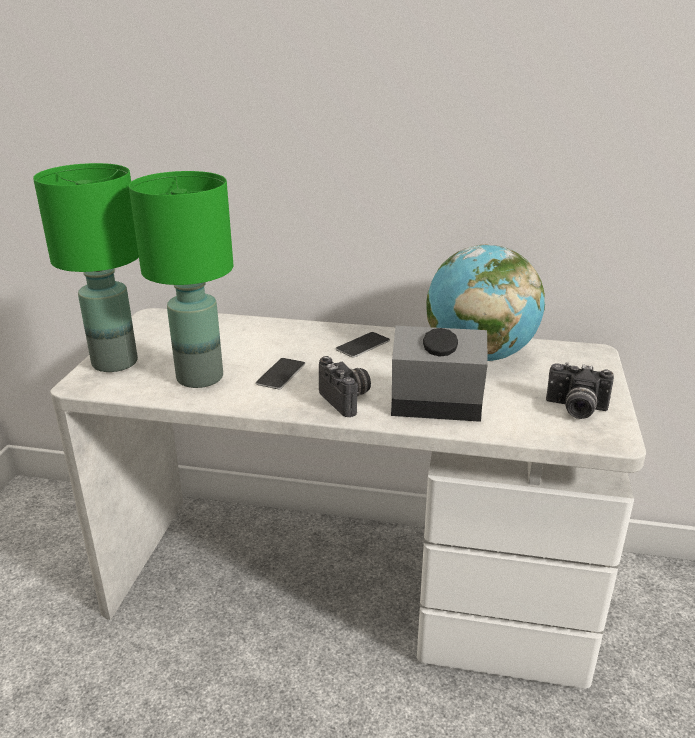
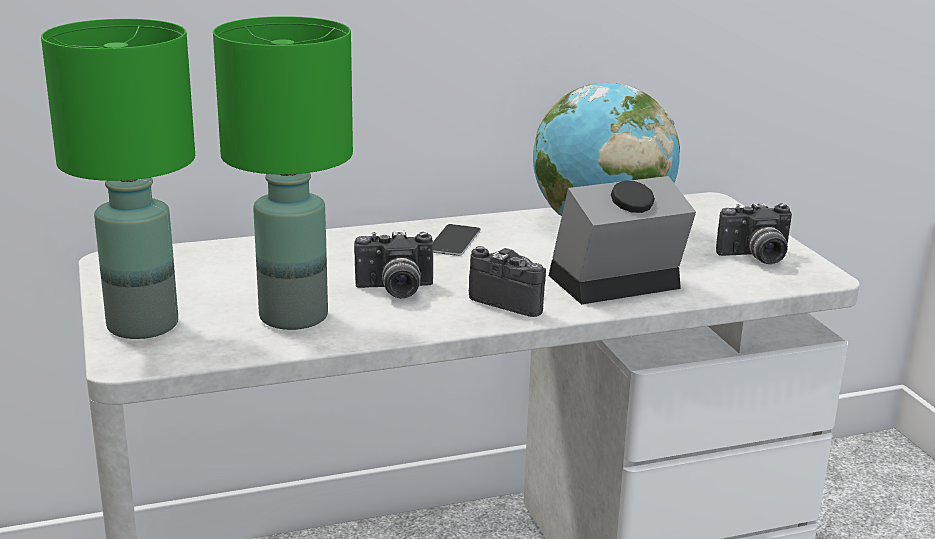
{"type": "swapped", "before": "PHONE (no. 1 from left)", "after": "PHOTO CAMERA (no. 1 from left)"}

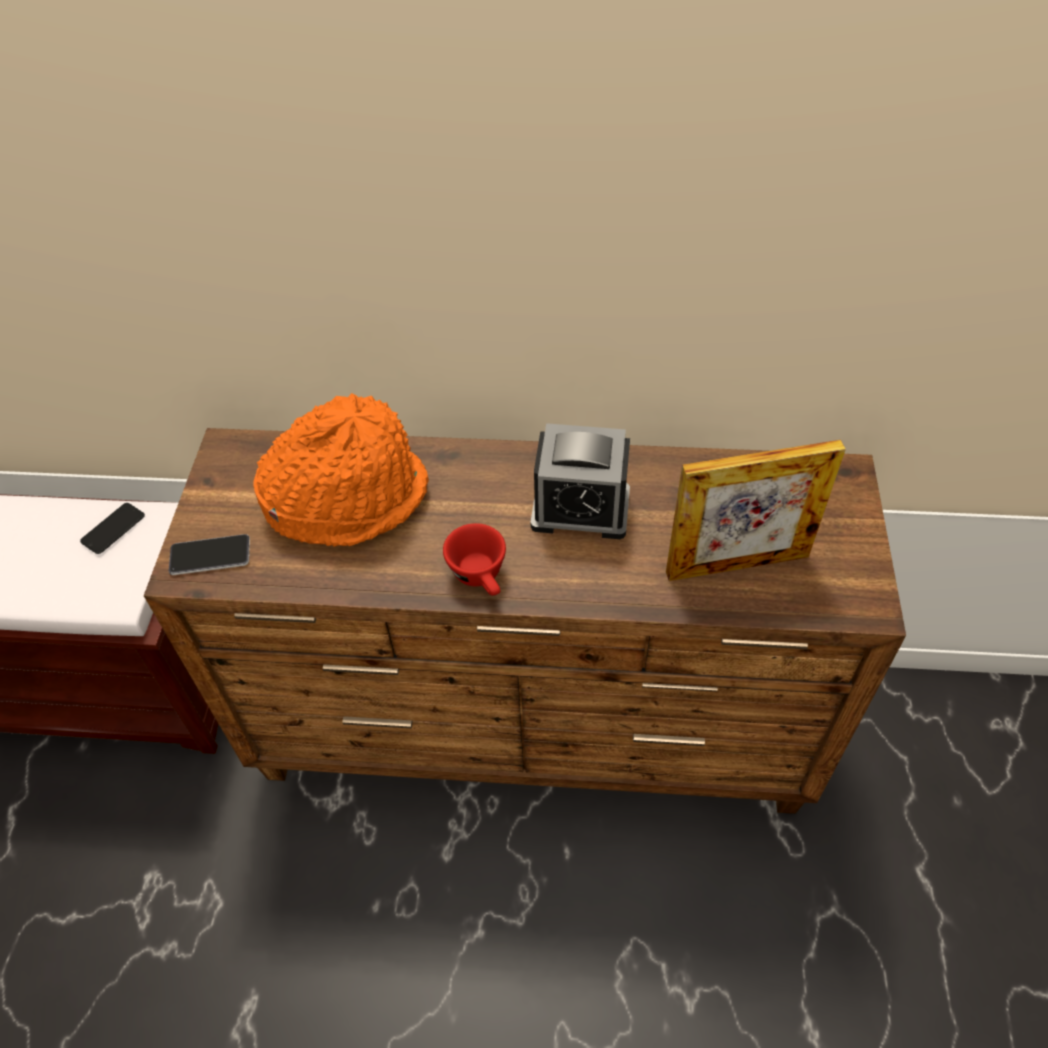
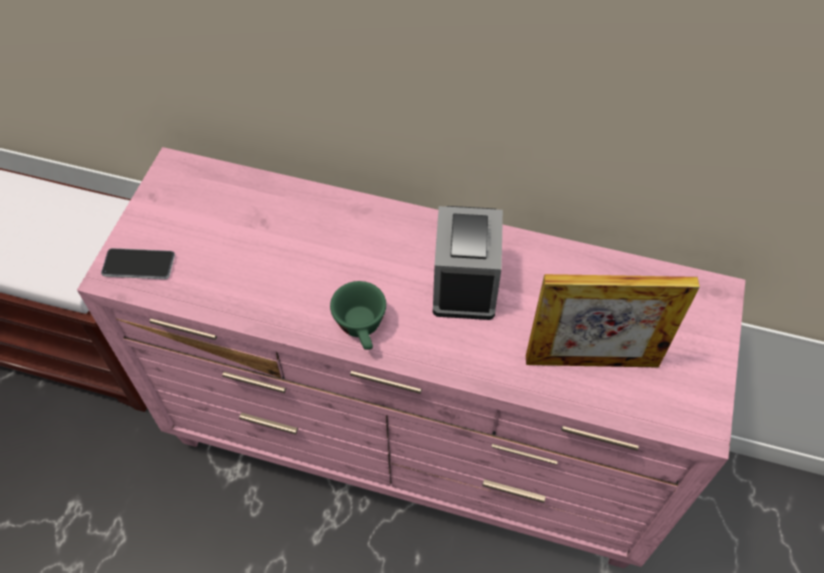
{"type": "repainted", "before": "BROWN DRESSER", "after": "PINK DRESSER"}
{"type": "repainted", "before": "RED CUP", "after": "GREEN CUP"}
{"type": "rotated", "before": "ALARM CLOCK", "turn": 75}
{"type": "gone", "before": "PHONE (no. 1 from left)"}
{"type": "gone", "before": "ORANGE HAT"}

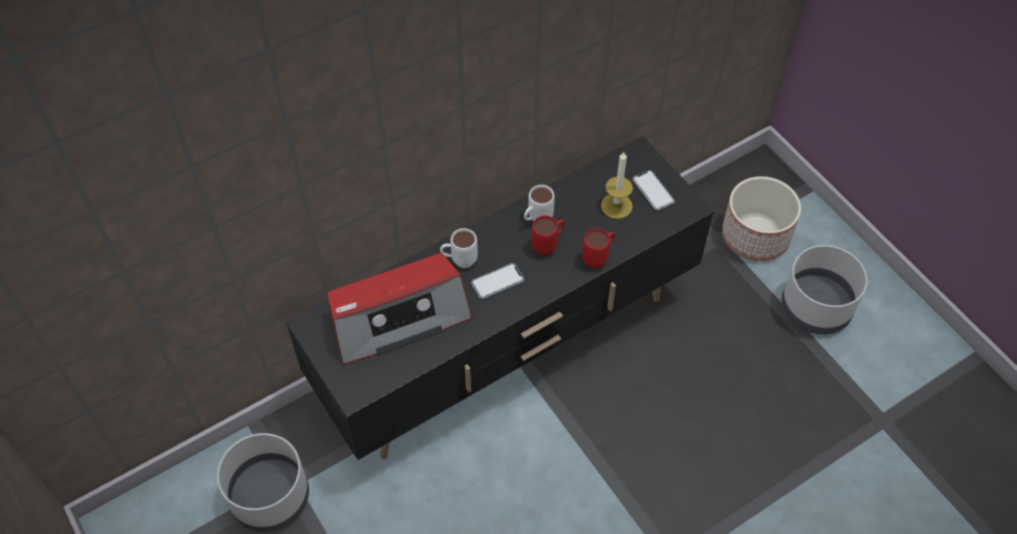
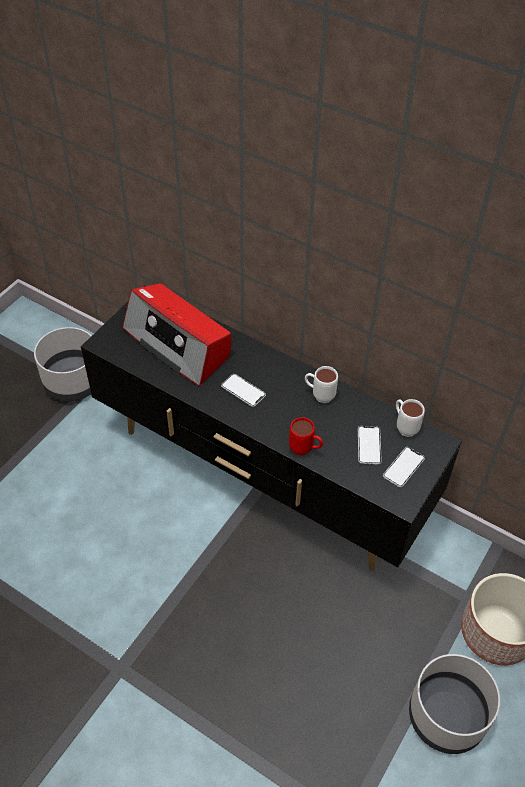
{"type": "swapped", "before": "CANDLE", "after": "PHONE (no. 2 from left)"}
{"type": "shifted", "before": "WHITE MUG (no. 1 from left in the first image)", "after": "WHITE MUG (no. 2 from left)"}
{"type": "gone", "before": "RED MUG (no. 1 from left)"}

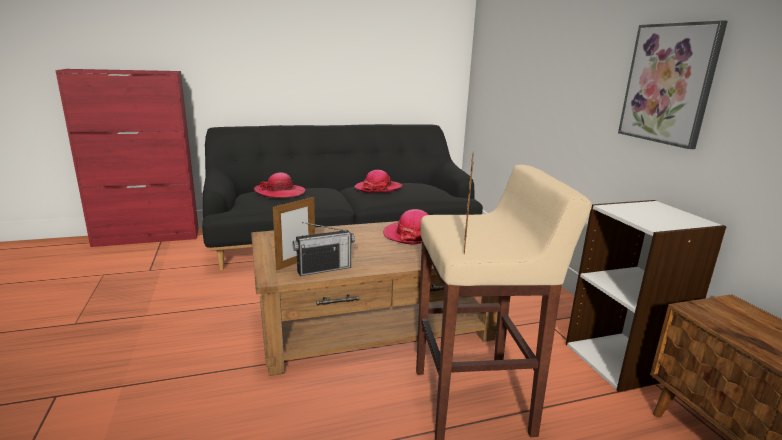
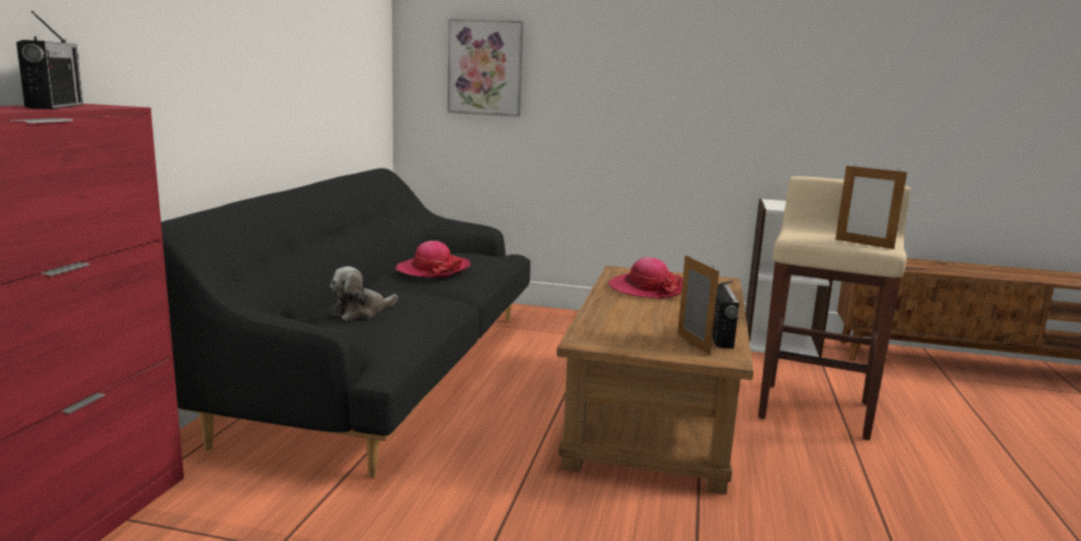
{"type": "new", "after": "RADIO (no. 1 from left)"}
{"type": "swapped", "before": "HAT (no. 1 from left)", "after": "PLUSH TOY"}
{"type": "shifted", "before": "PICTURE"}

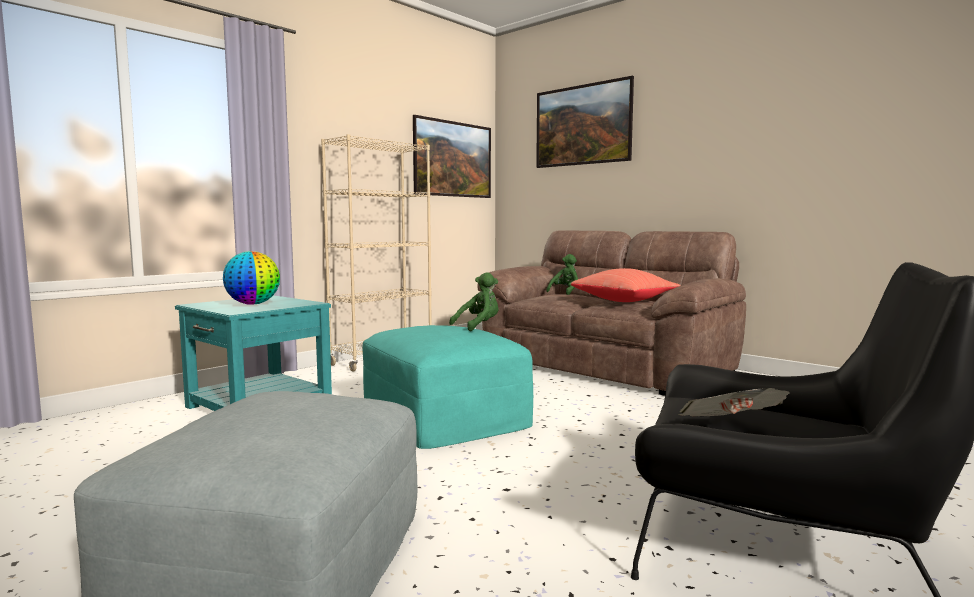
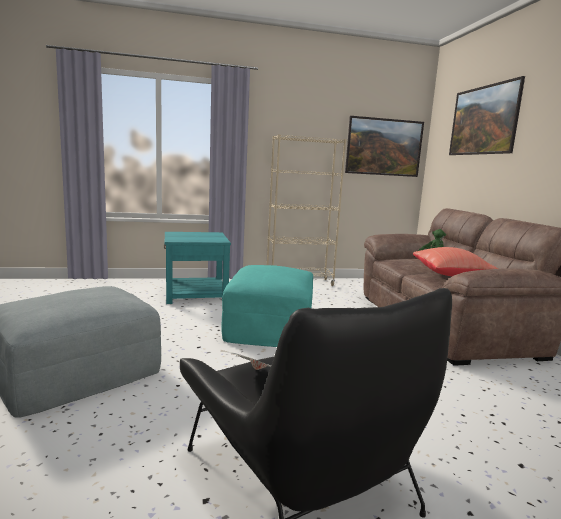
{"type": "gone", "before": "GLOBE"}
{"type": "gone", "before": "GREEN PLUSH TOY (no. 1 from left)"}

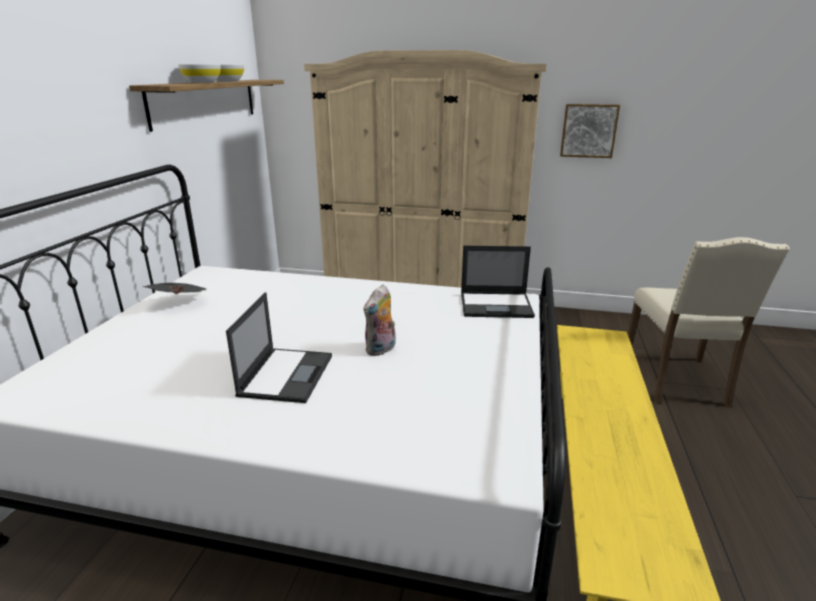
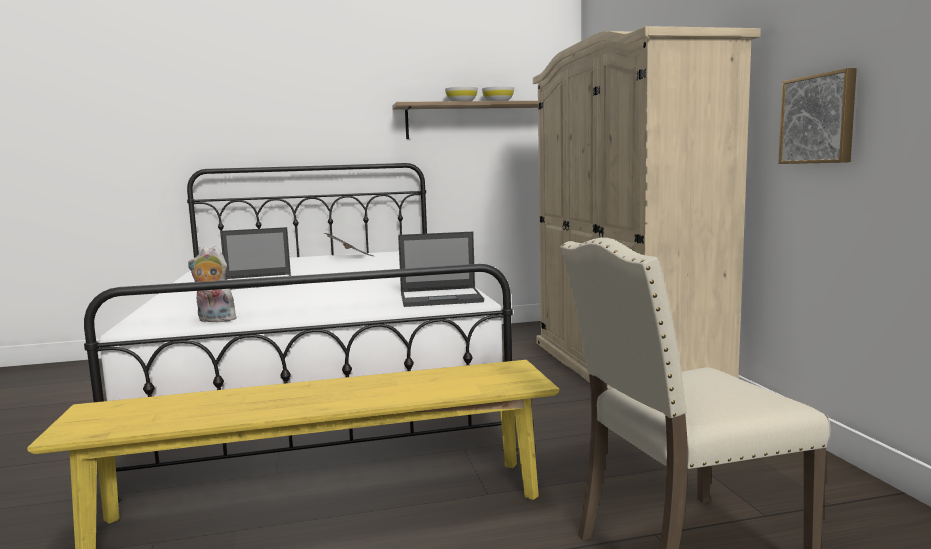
{"type": "shifted", "before": "PLUSH TOY"}
{"type": "rotated", "before": "LAPTOP (no. 2 from left)", "turn": -75}

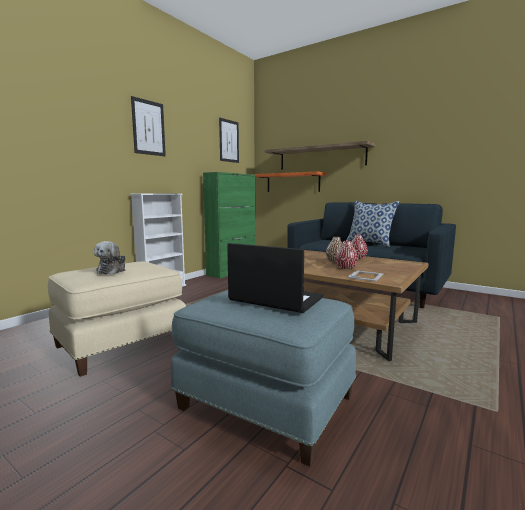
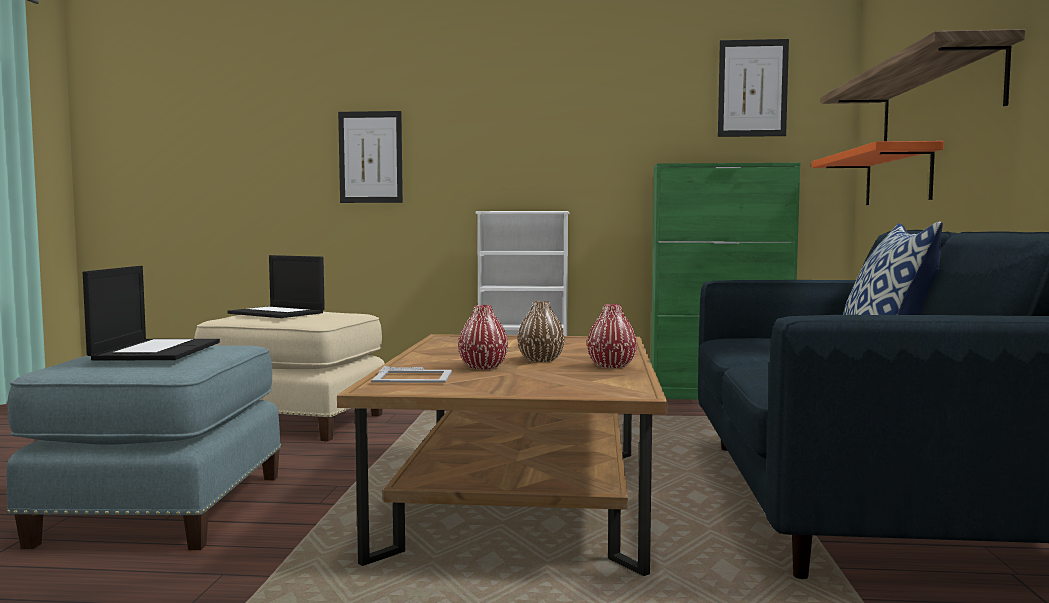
{"type": "swapped", "before": "PLUSH TOY", "after": "LAPTOP (no. 2 from left)"}
{"type": "shifted", "before": "PICTURE (no. 1 from left)"}

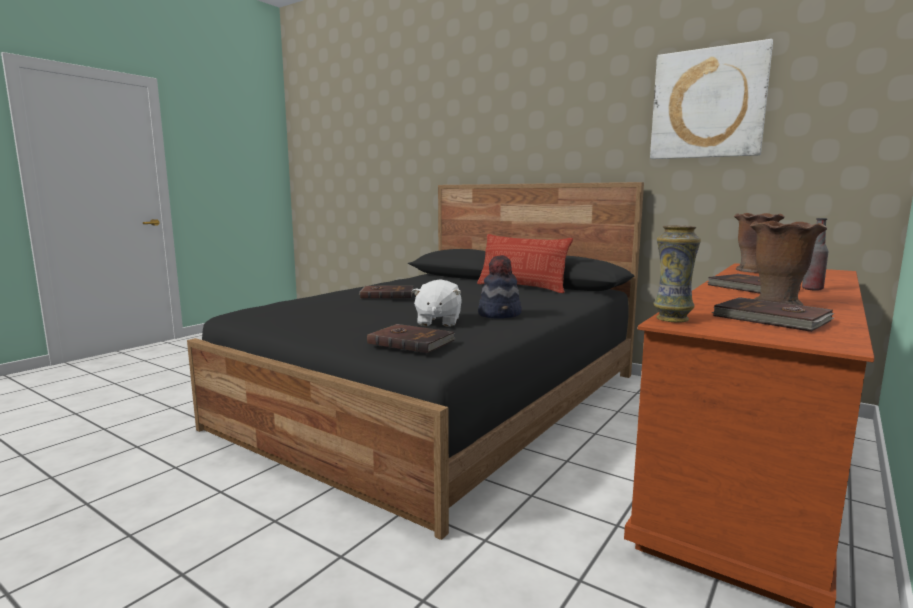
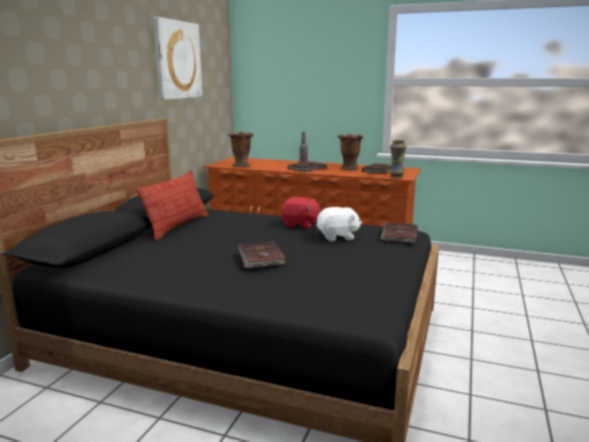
{"type": "swapped", "before": "HAT", "after": "RED PLUSH TOY"}

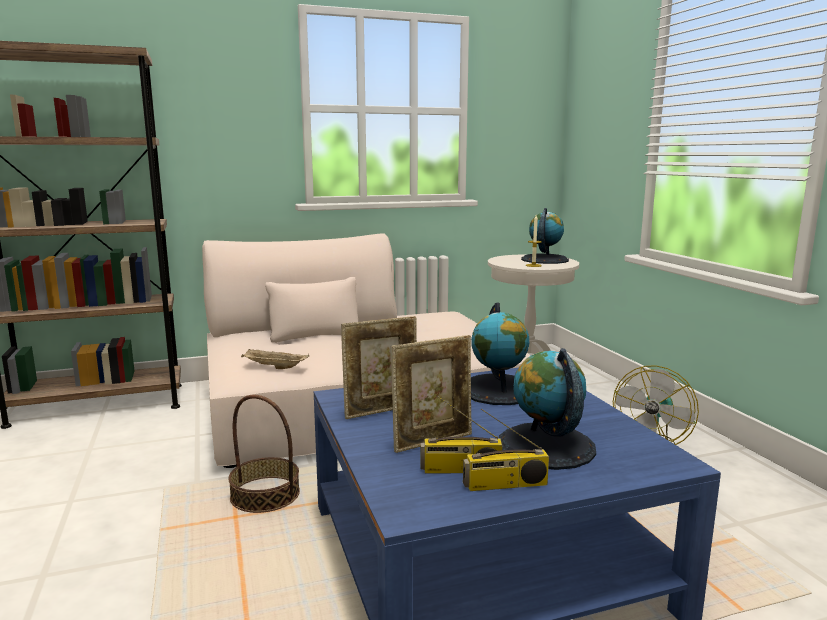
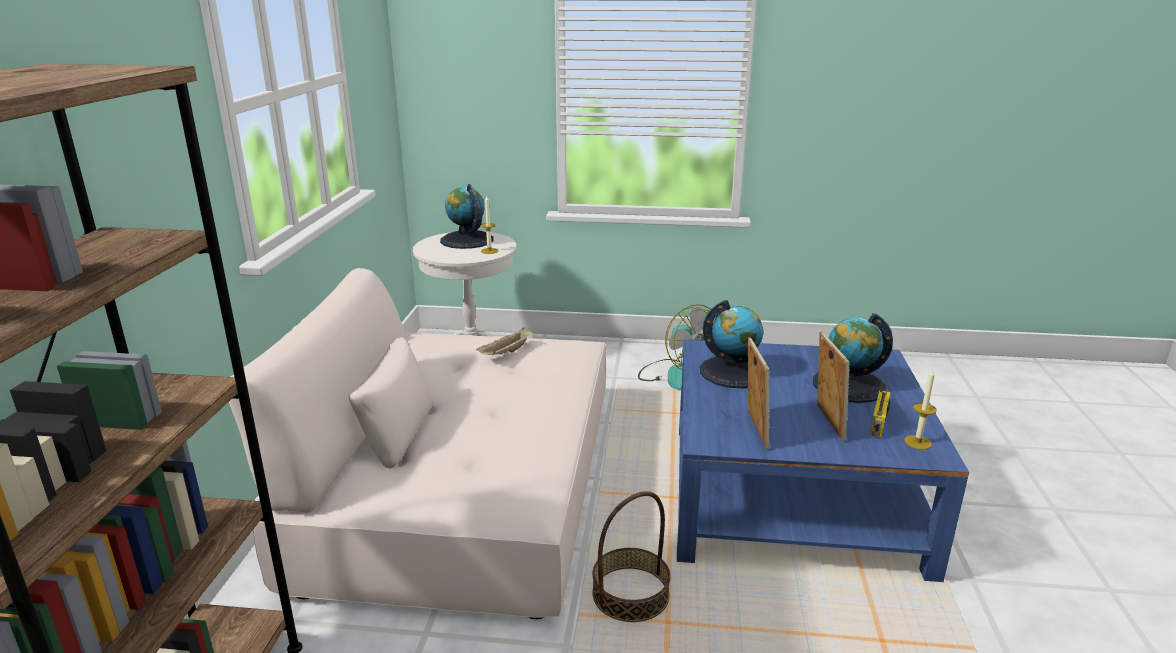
{"type": "shifted", "before": "BEIGE TRAY"}
{"type": "new", "after": "CANDLE (no. 2 from left)"}
{"type": "gone", "before": "RADIO (no. 2 from left)"}

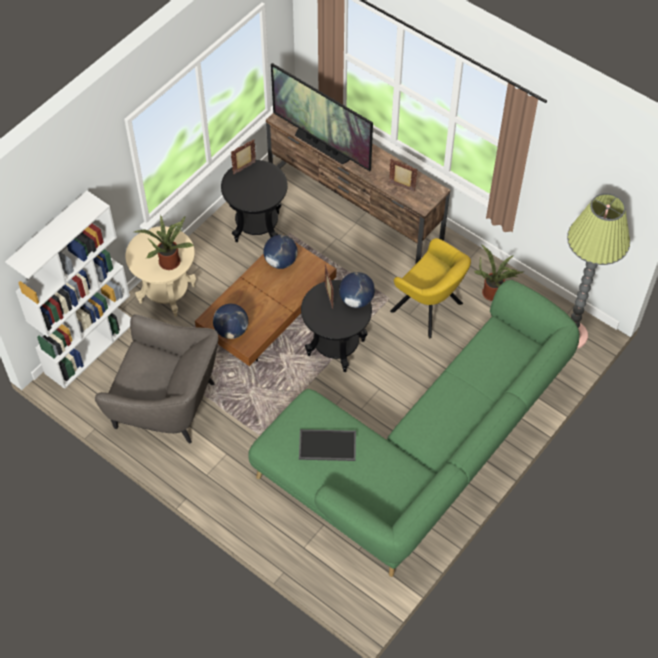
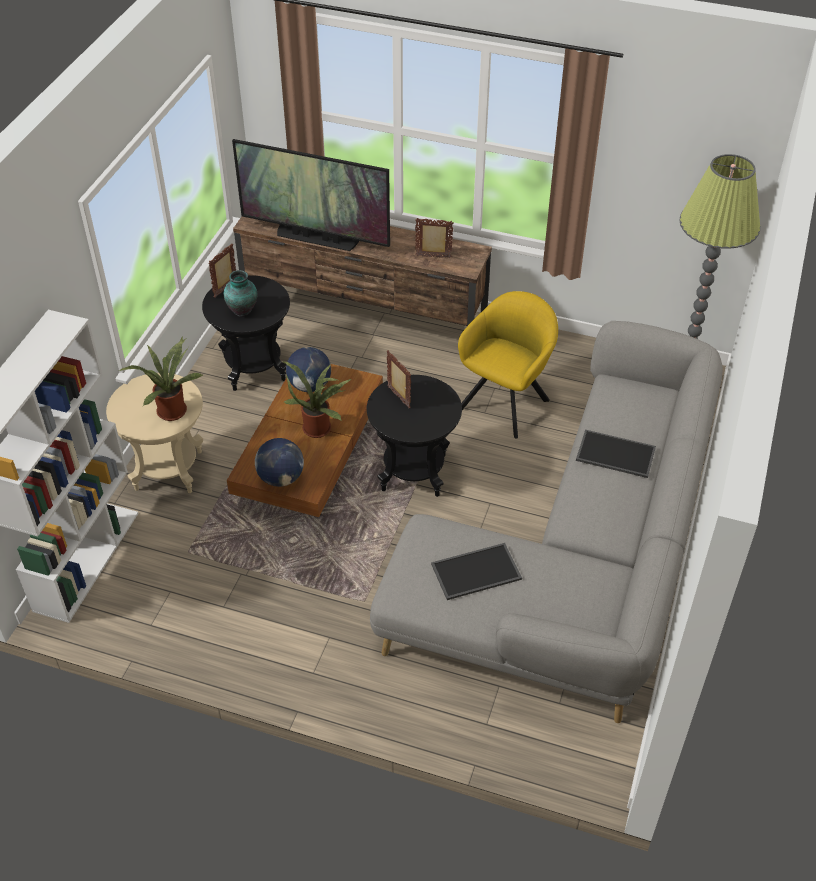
{"type": "new", "after": "VASE"}
{"type": "shifted", "before": "POTTED PLANT (no. 2 from left)"}
{"type": "repainted", "before": "GREEN SOFA", "after": "GREY SOFA"}
{"type": "rotated", "before": "YELLOW ARMCHAIR", "turn": -75}
{"type": "new", "after": "TRAY (no. 2 from left)"}
{"type": "gone", "before": "GREY ARMCHAIR"}
{"type": "gone", "before": "GLOBE (no. 3 from left)"}

